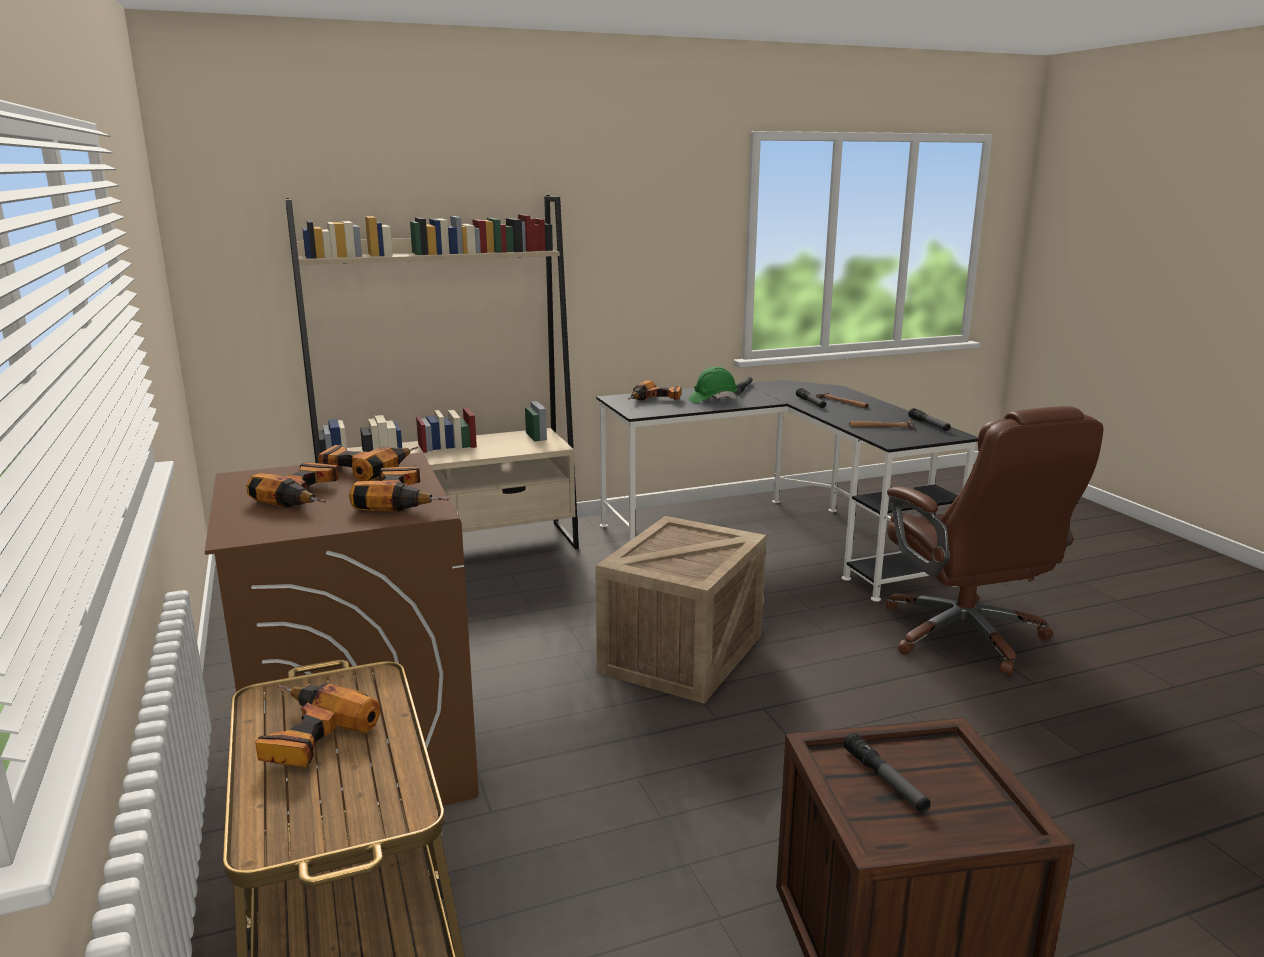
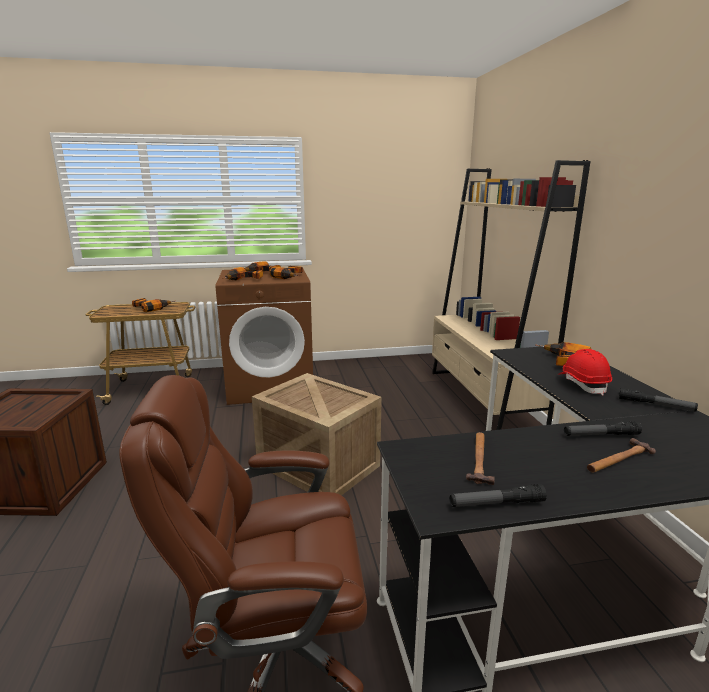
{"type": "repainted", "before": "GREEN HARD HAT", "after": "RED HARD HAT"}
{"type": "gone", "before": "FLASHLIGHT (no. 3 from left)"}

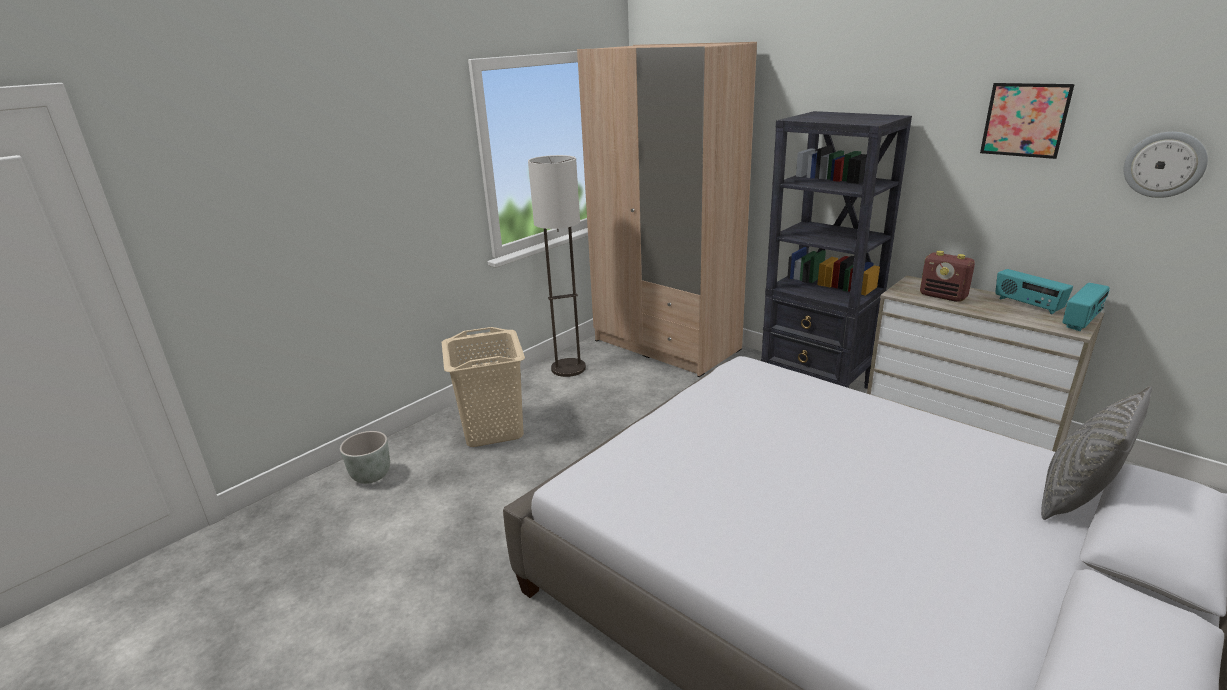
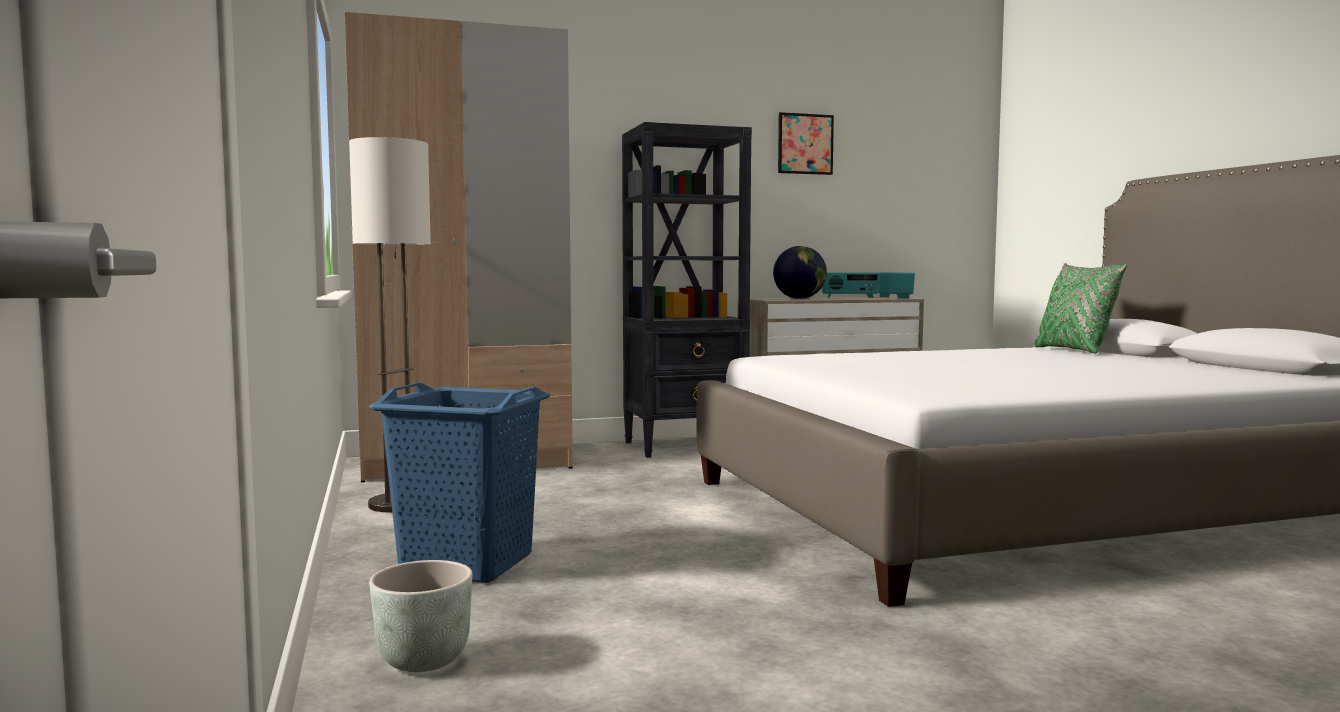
{"type": "repainted", "before": "BEIGE LAUNDRY BASKET", "after": "BLUE LAUNDRY BASKET"}
{"type": "swapped", "before": "RADIO (no. 1 from left)", "after": "GLOBE"}
{"type": "repainted", "before": "GREY PILLOW", "after": "GREEN PILLOW"}
{"type": "gone", "before": "WALL CLOCK"}

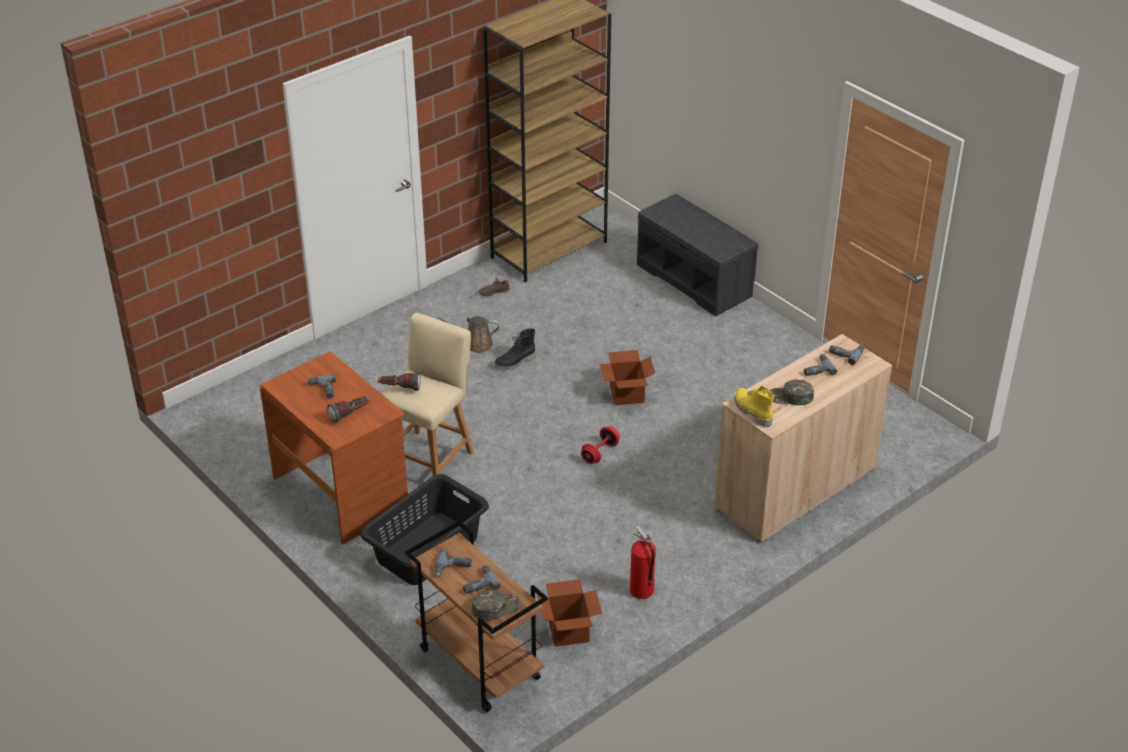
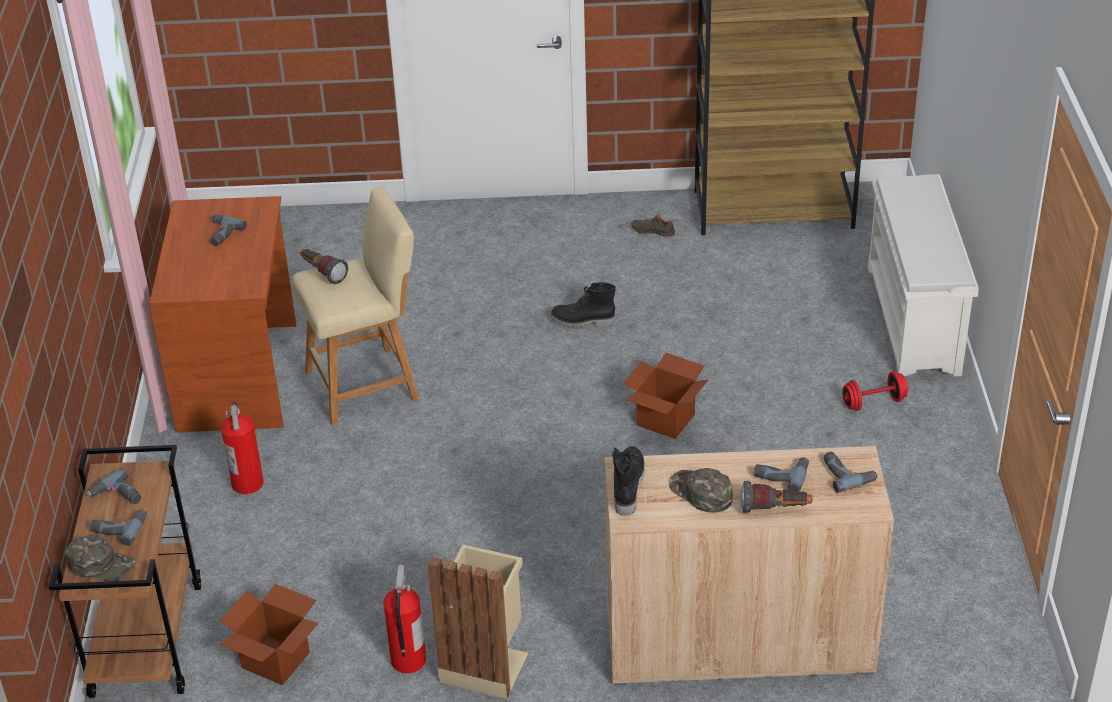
{"type": "swapped", "before": "BLACK LAUNDRY BASKET", "after": "FIRE EXTINGUISHER (no. 1 from left)"}
{"type": "new", "after": "BEIGE TRASH CAN"}
{"type": "repainted", "before": "YELLOW BOOT", "after": "BLACK BOOT (no. 2 from left)"}
{"type": "shifted", "before": "FLASHLIGHT (no. 1 from left in the first image)", "after": "FLASHLIGHT (no. 2 from left)"}
{"type": "shifted", "before": "RED DUMBBELL"}
{"type": "swapped", "before": "GREY BENCH", "after": "WHITE SHOE RACK"}
{"type": "gone", "before": "BROWN WATERING CAN"}

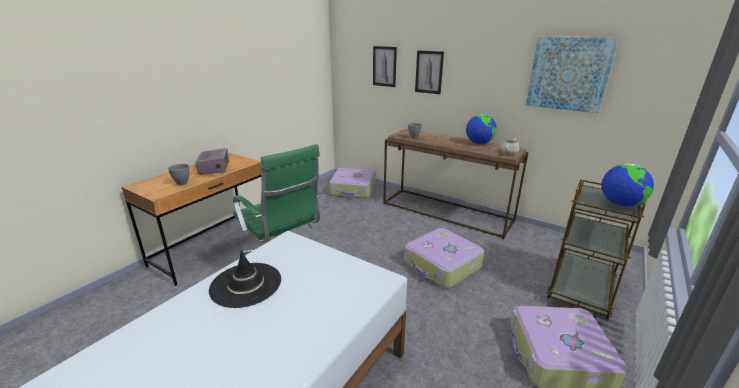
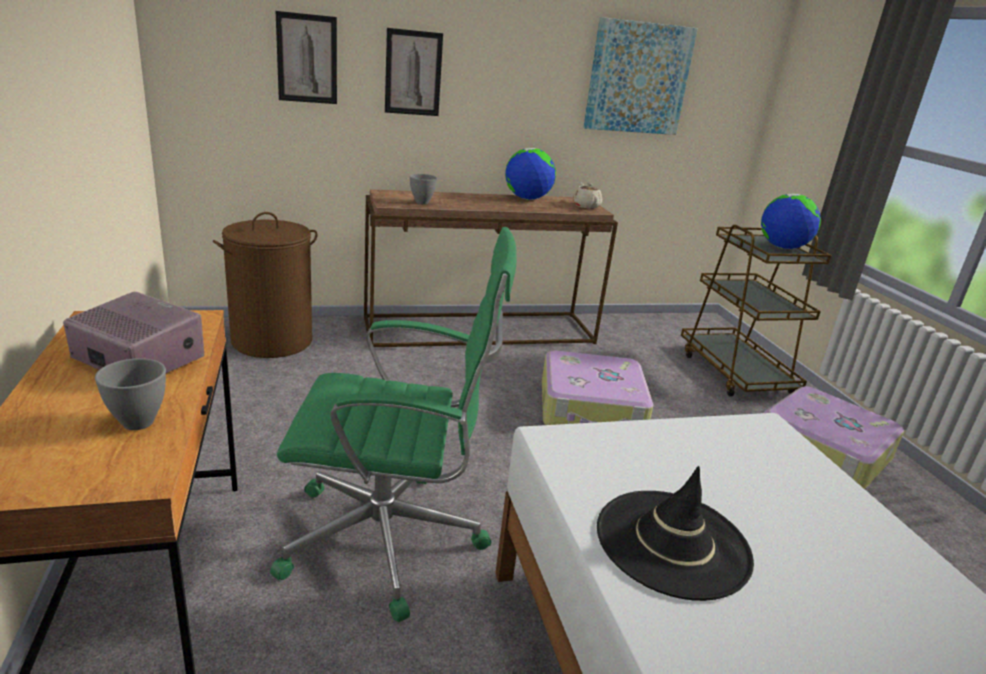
{"type": "swapped", "before": "SUITCASE (no. 1 from left)", "after": "BROWN LAUNDRY BASKET"}

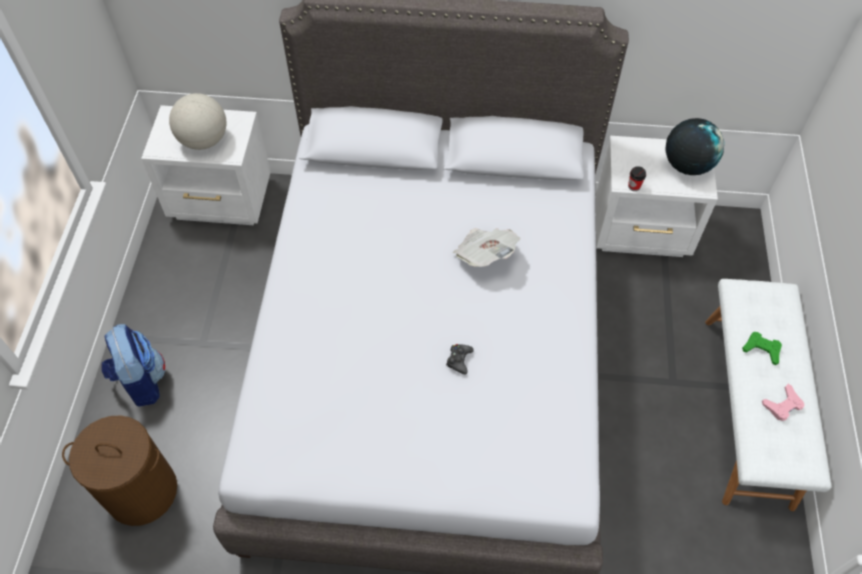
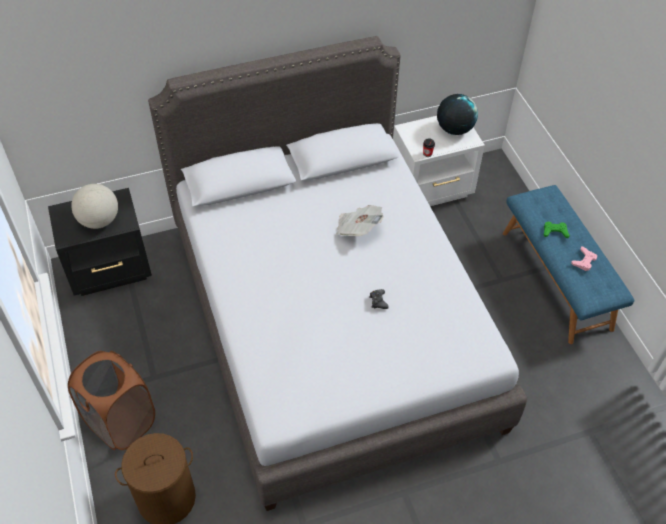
{"type": "repainted", "before": "WHITE NIGHTSTAND (no. 1 from left)", "after": "BLACK NIGHTSTAND"}
{"type": "swapped", "before": "BACKPACK", "after": "BROWN LAUNDRY BASKET (no. 1 from left)"}
{"type": "repainted", "before": "WHITE BENCH", "after": "BLUE BENCH"}

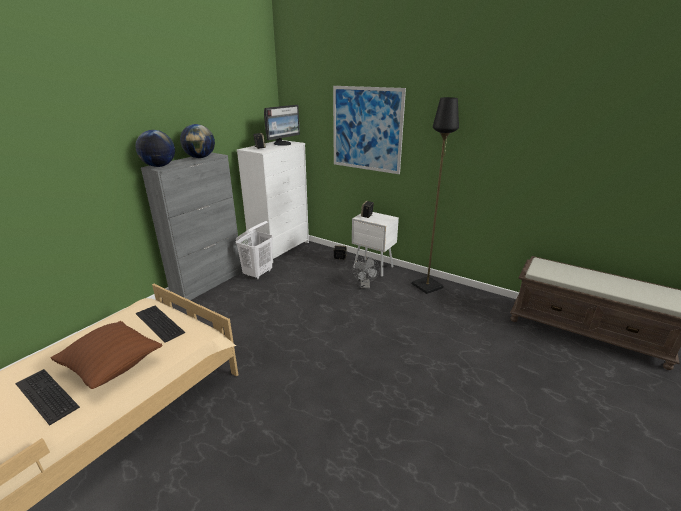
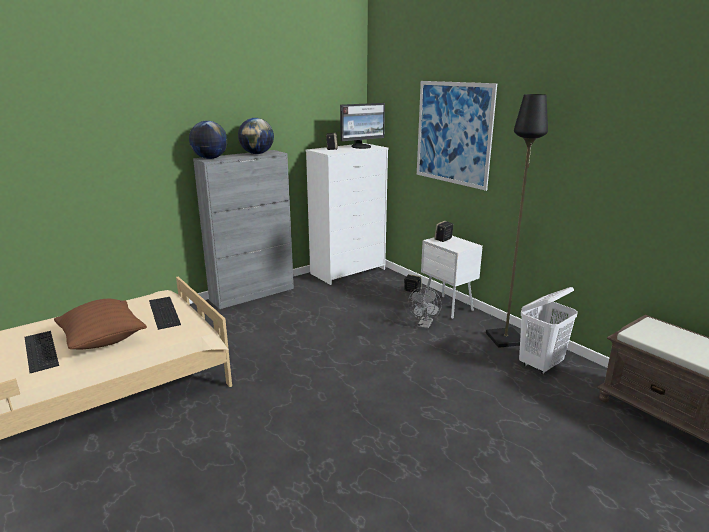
{"type": "shifted", "before": "WHITE LAUNDRY BASKET"}

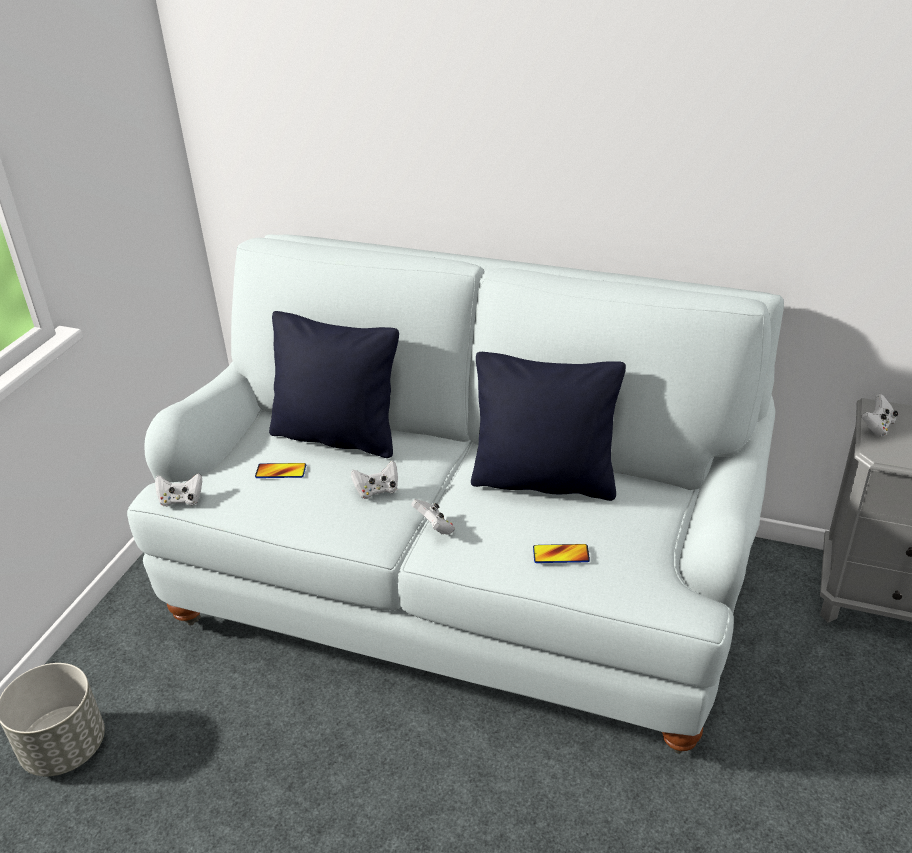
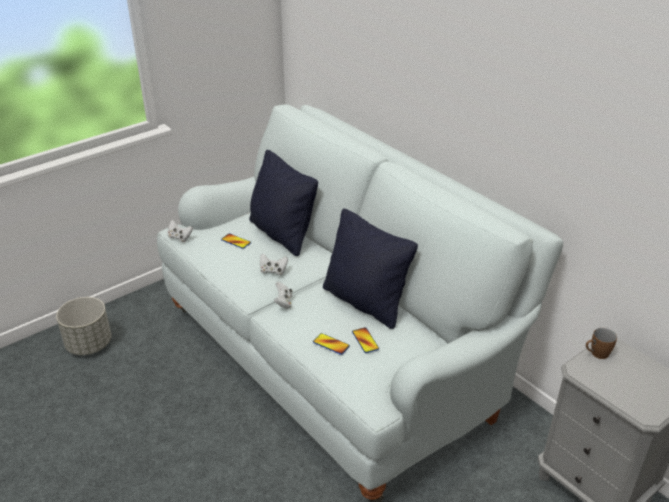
{"type": "new", "after": "PHONE (no. 3 from left)"}
{"type": "swapped", "before": "WHITE GAME CONTROLLER (no. 4 from left)", "after": "BROWN MUG"}

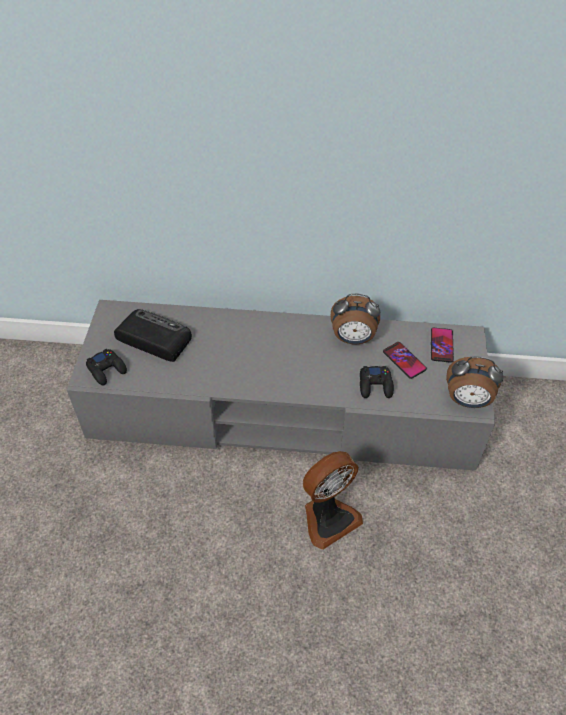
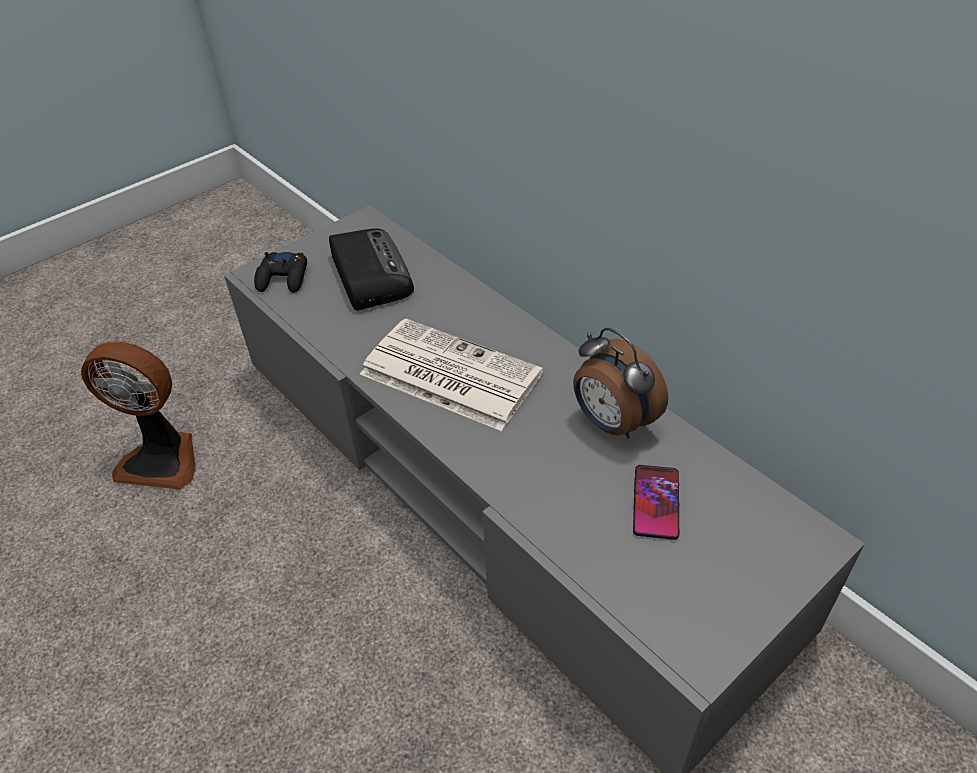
{"type": "shifted", "before": "FAN"}
{"type": "new", "after": "NEWSPAPER"}
{"type": "gone", "before": "BLACK GAME CONTROLLER (no. 2 from left)"}
{"type": "gone", "before": "PHONE (no. 2 from left)"}
{"type": "gone", "before": "ALARM CLOCK (no. 2 from left)"}

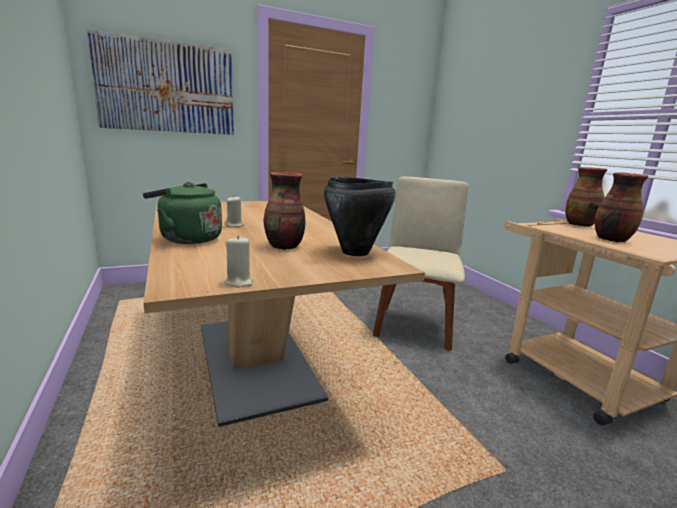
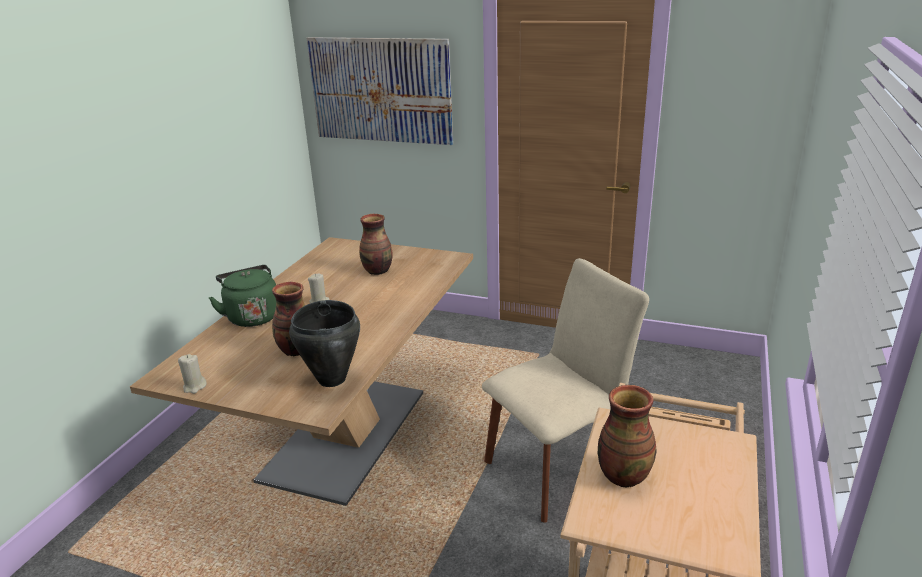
{"type": "shifted", "before": "VASE (no. 2 from left)"}

